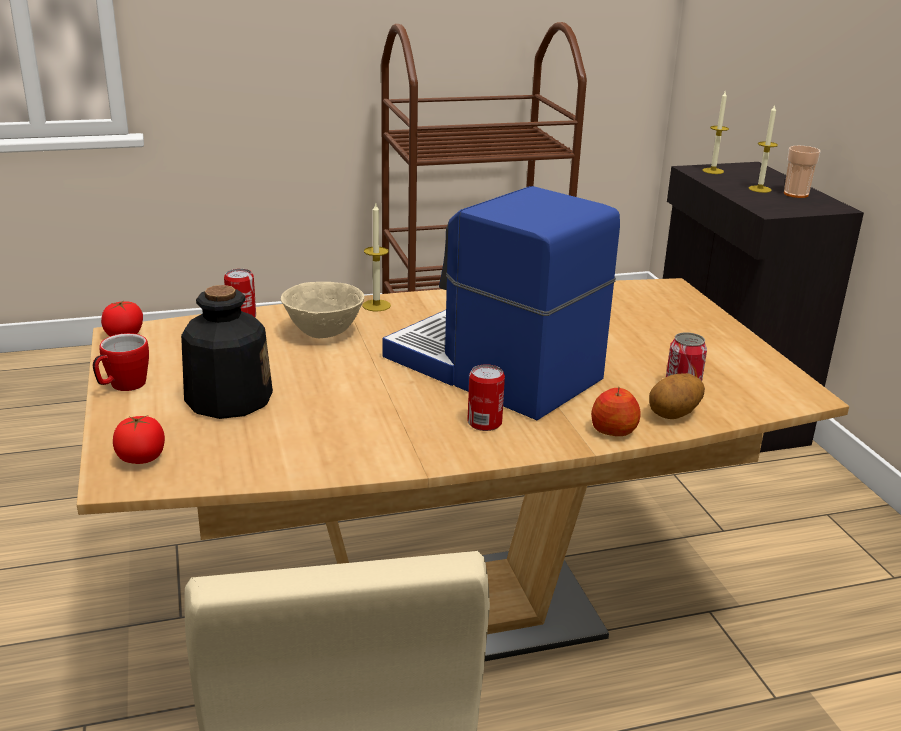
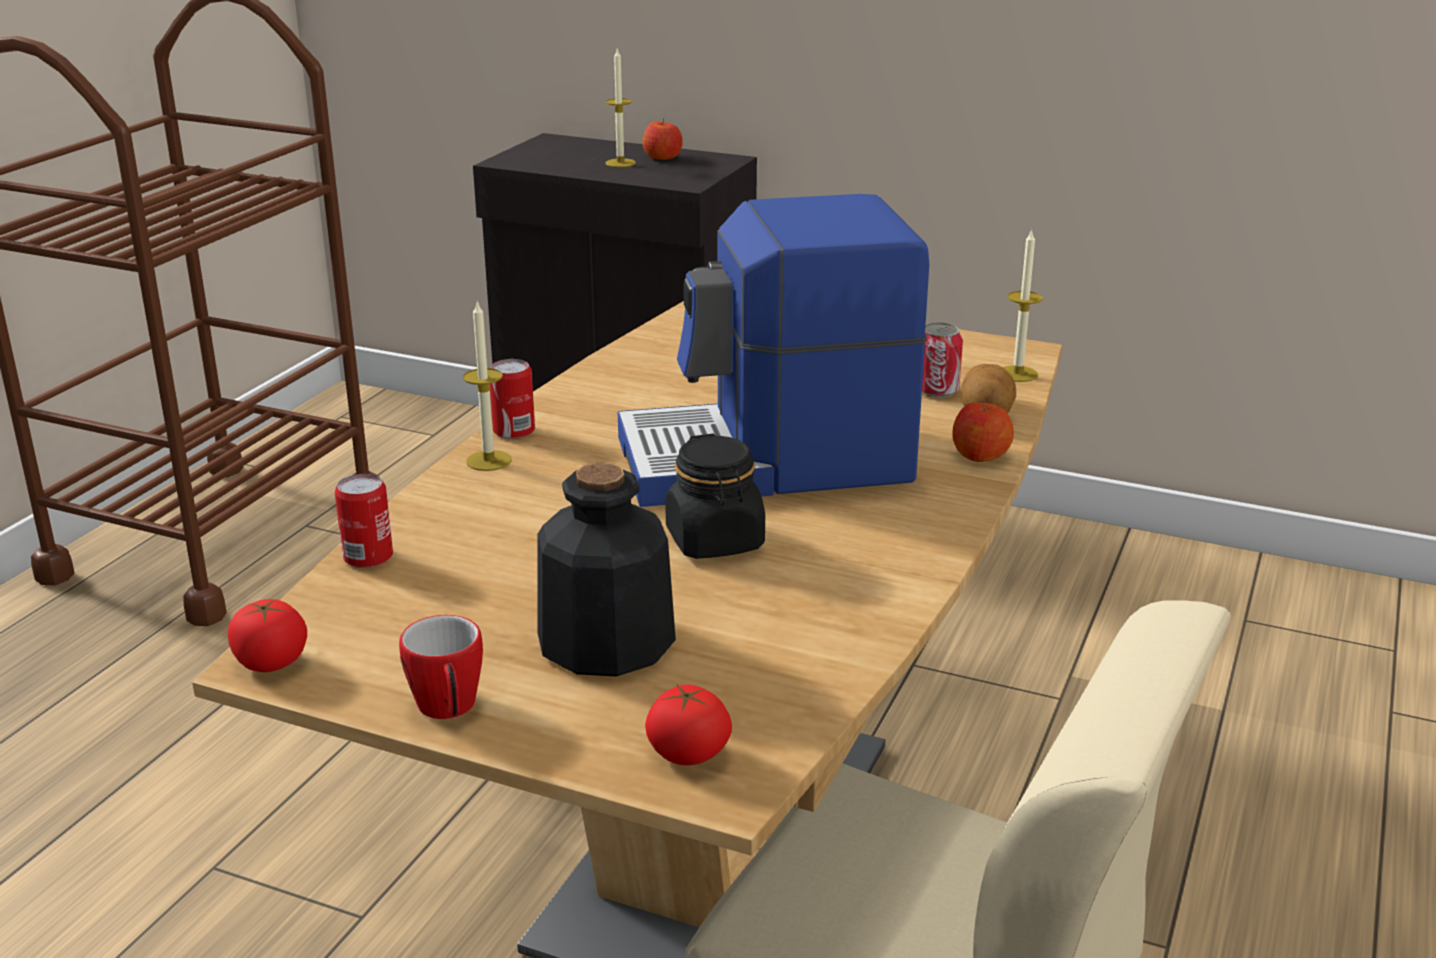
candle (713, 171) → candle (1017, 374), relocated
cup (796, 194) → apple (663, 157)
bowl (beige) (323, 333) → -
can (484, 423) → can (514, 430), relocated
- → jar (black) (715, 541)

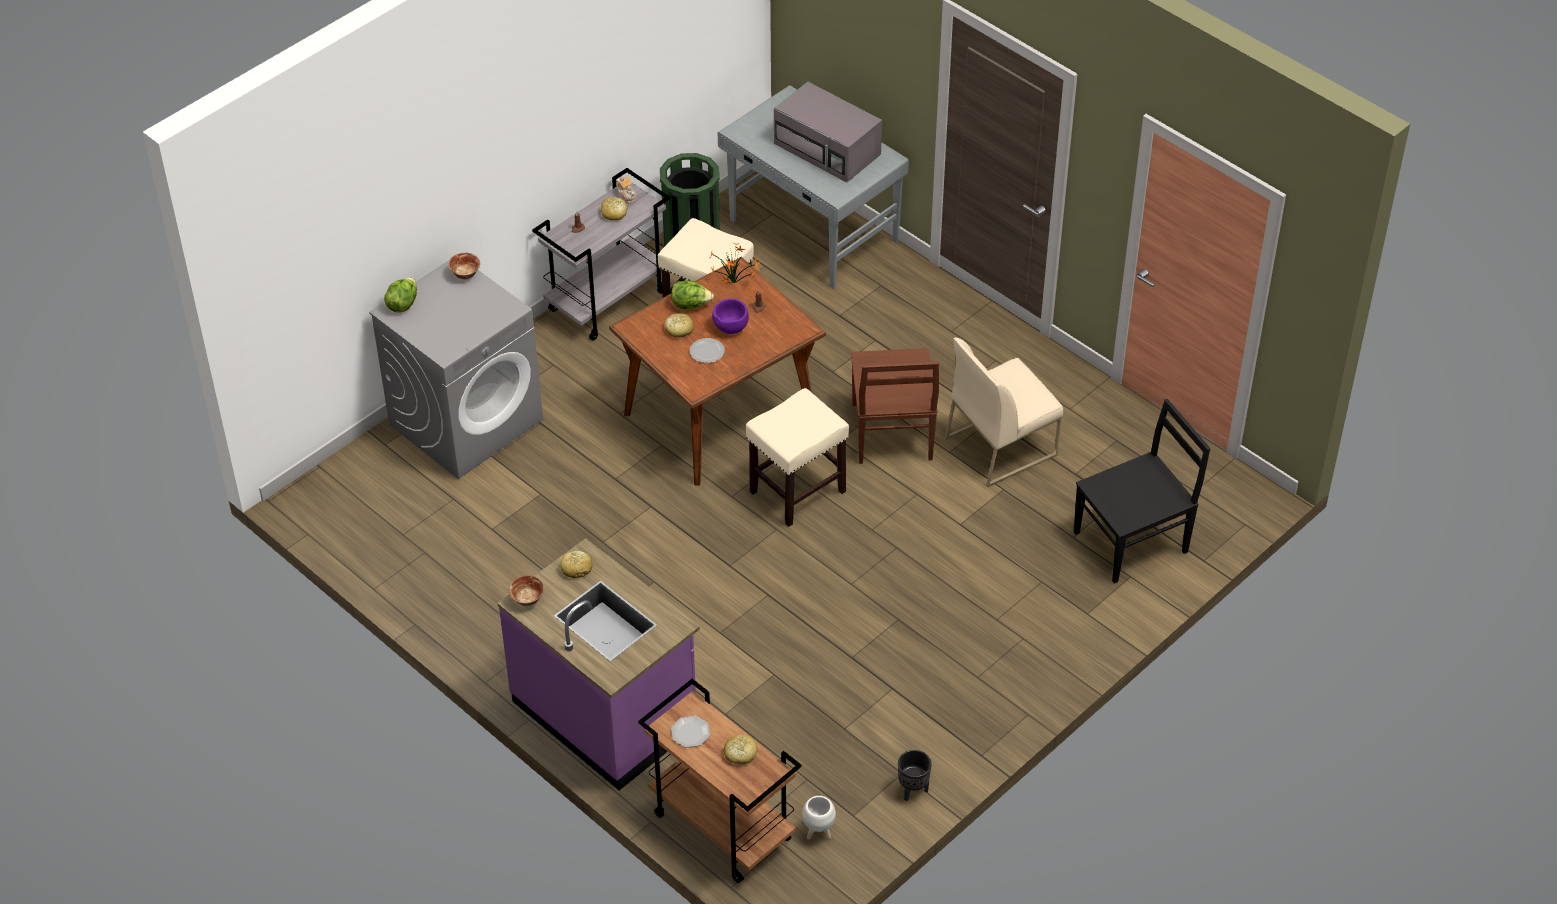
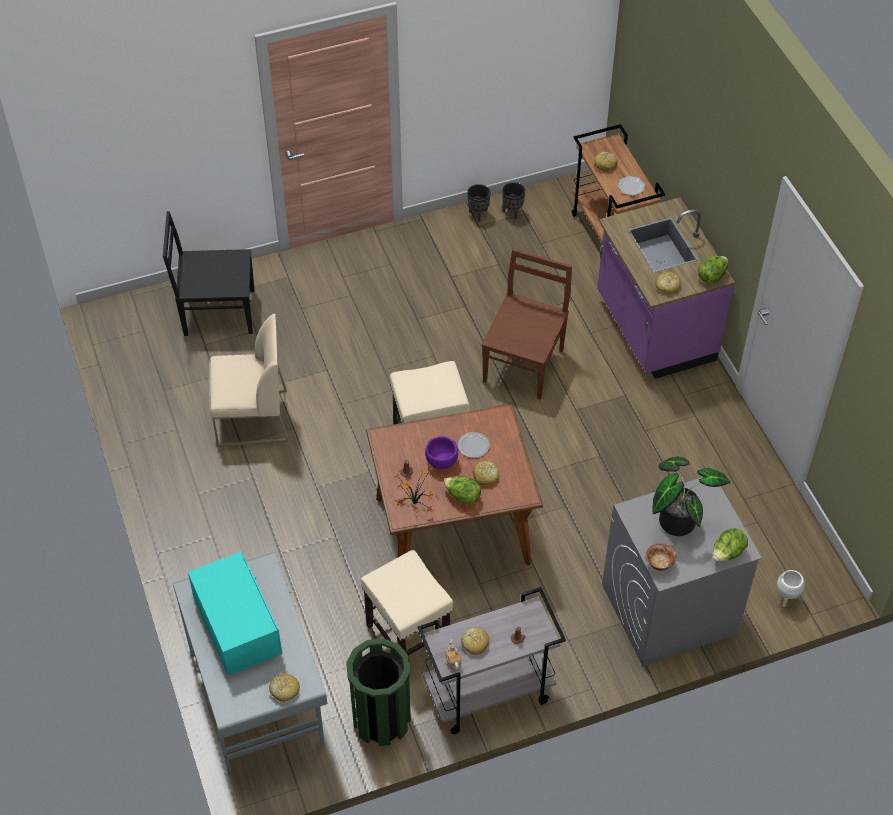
microwave (grey) (828, 149) → microwave (turquoise) (236, 624)
chair (brown) (891, 433) → chair (brown) (524, 363), relocated
bowl (528, 600) → lettuce (712, 276)
planter (white) (818, 833) → planter (white) (786, 598), relocated
- → planter (black) (513, 212)
- → potted plant (677, 517)
- → bread (284, 690)

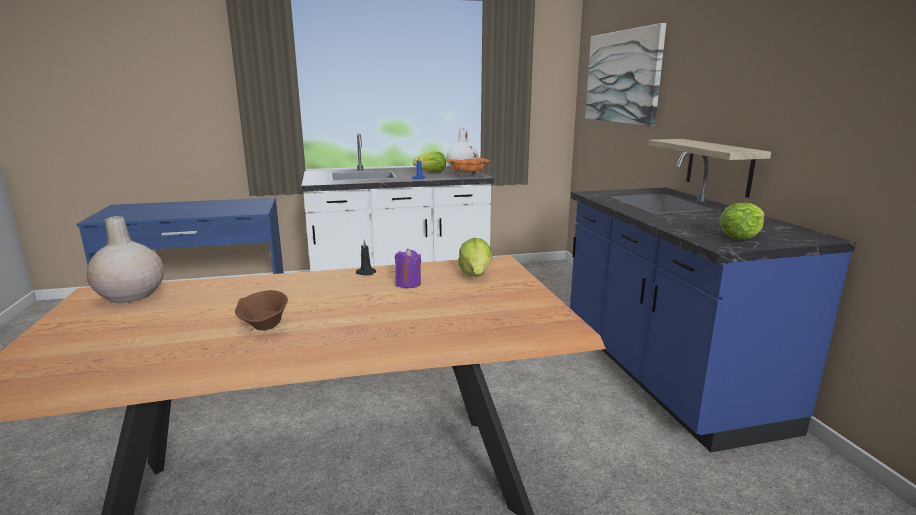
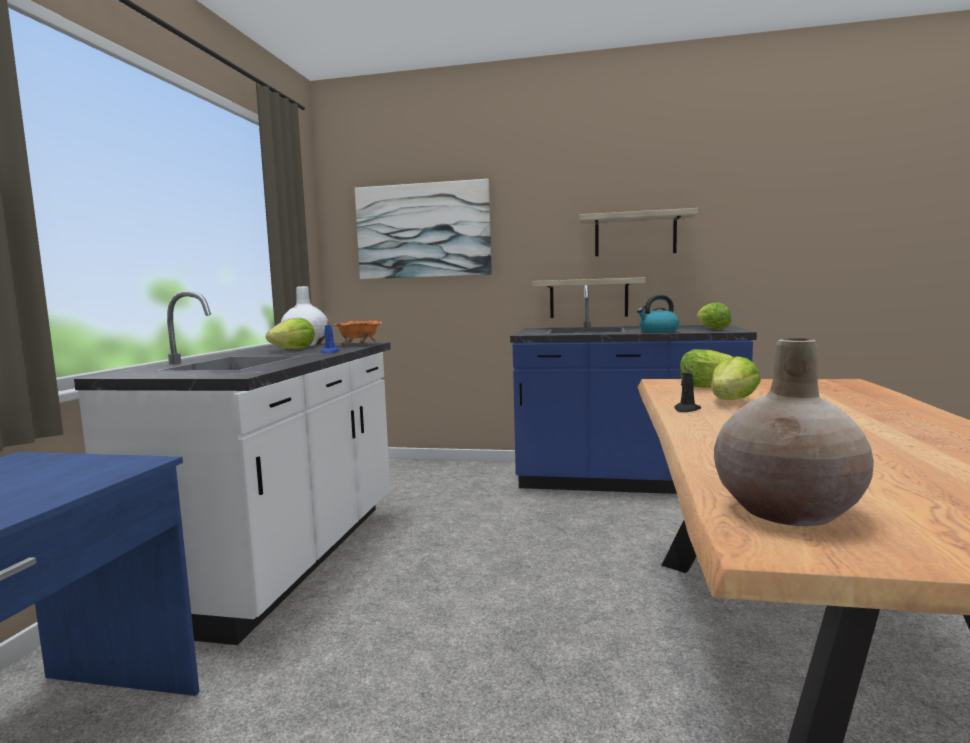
candle (purple) (408, 284) → lettuce (732, 401)
bowl (brown) (265, 326) → -
- → shelf (635, 235)
- → kettle (658, 331)

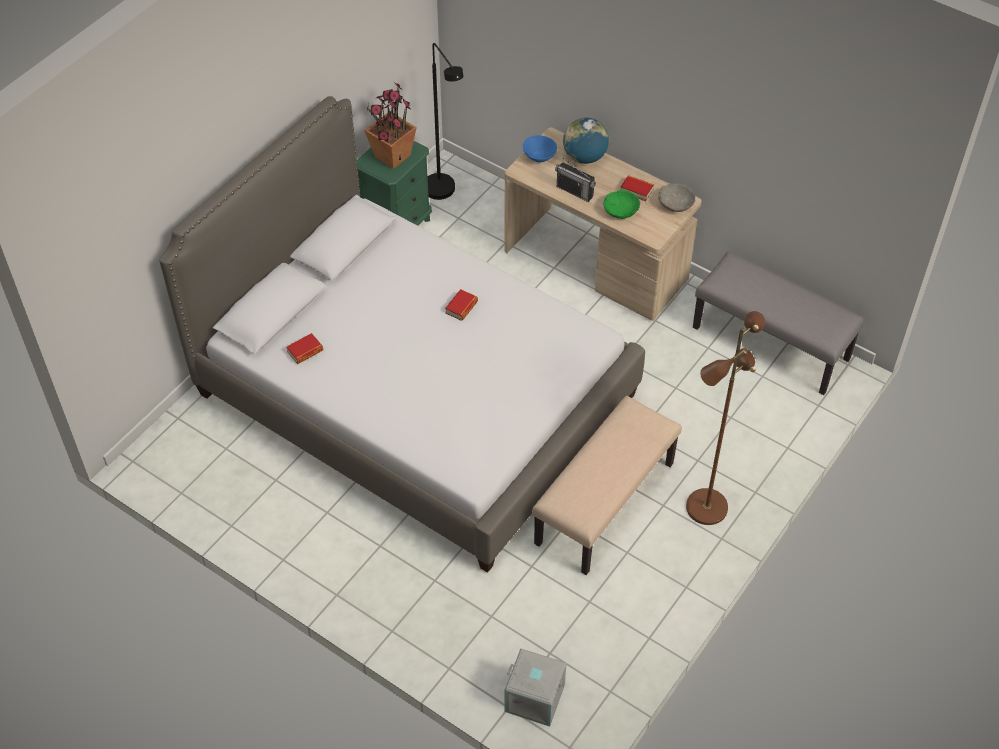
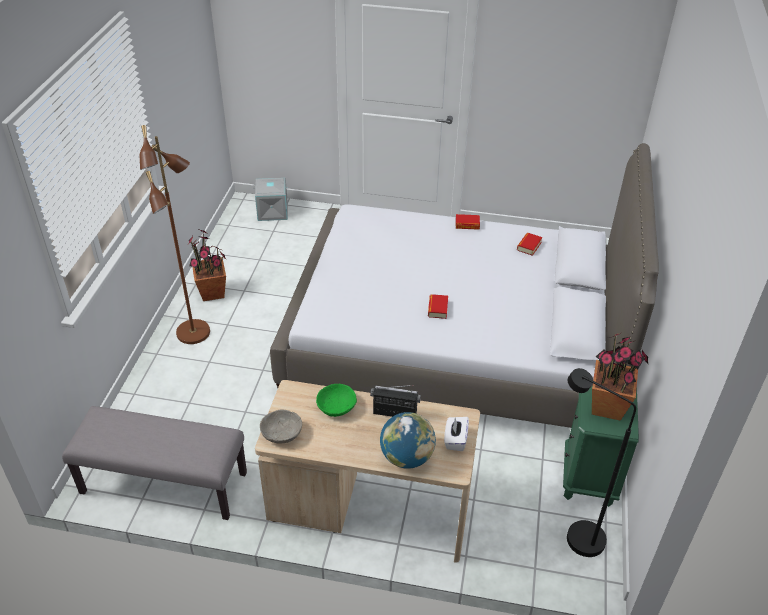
bowl (blue) (539, 157) → tissue box (white) (455, 440)
book (636, 190) → book (467, 224), relocated
bench (beige) (604, 502) → -
- → potted plant (212, 293)

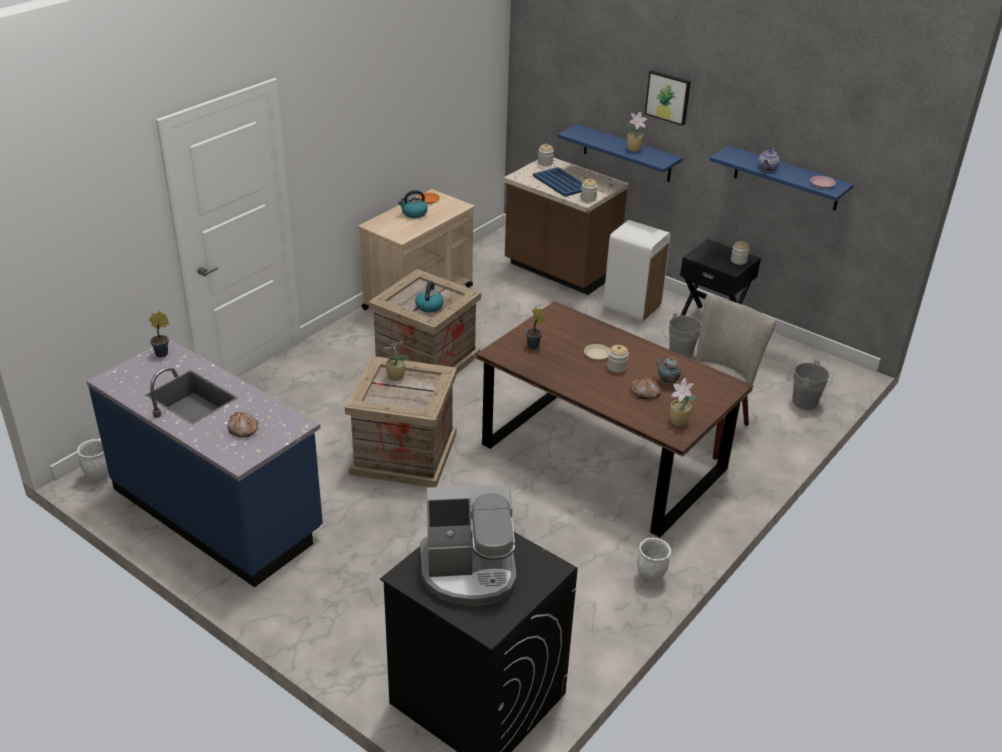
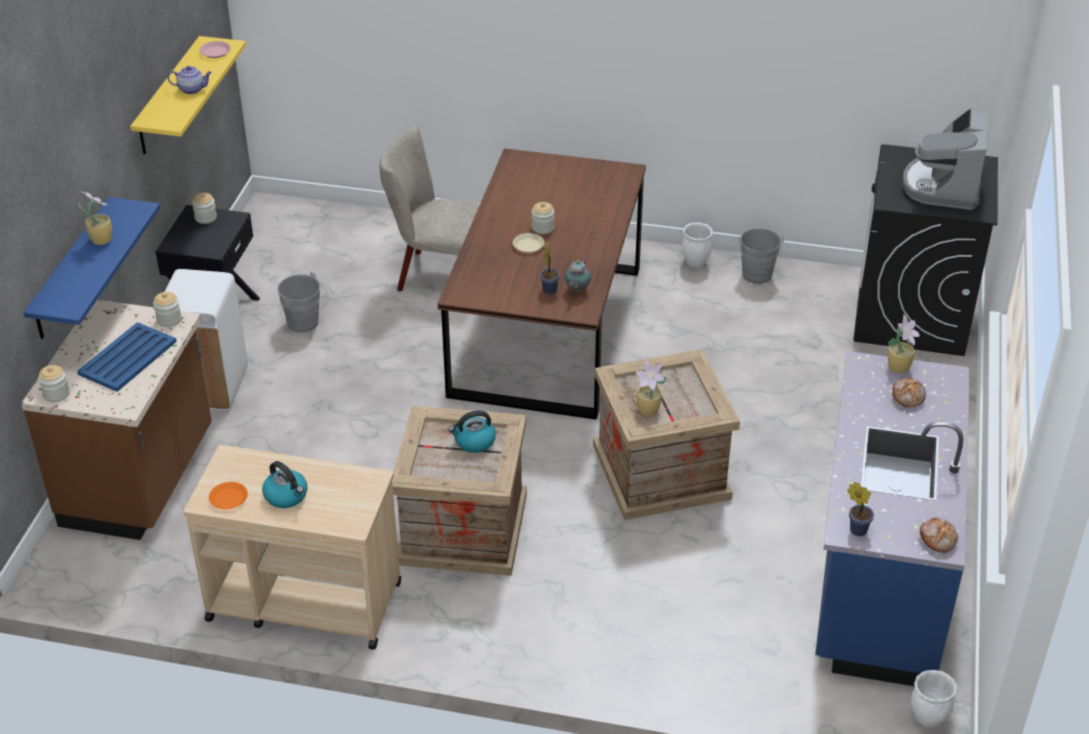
picture (668, 97) → -
shelf (blue) (786, 178) → shelf (yellow) (169, 97)
teapot (667, 382) → teapot (577, 290), relocated
bucket (grey) (801, 401) → bucket (grey) (757, 277), relocated
bread (645, 393) → bread (938, 539), relocated
potted plant (679, 422) → potted plant (899, 367), relocated
coffee machine (469, 572) → coffee machine (943, 186), 135 degrees counterclockwise

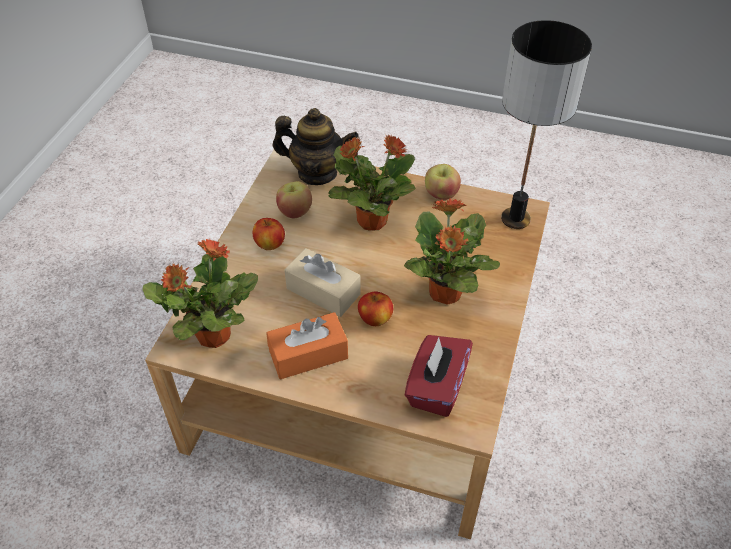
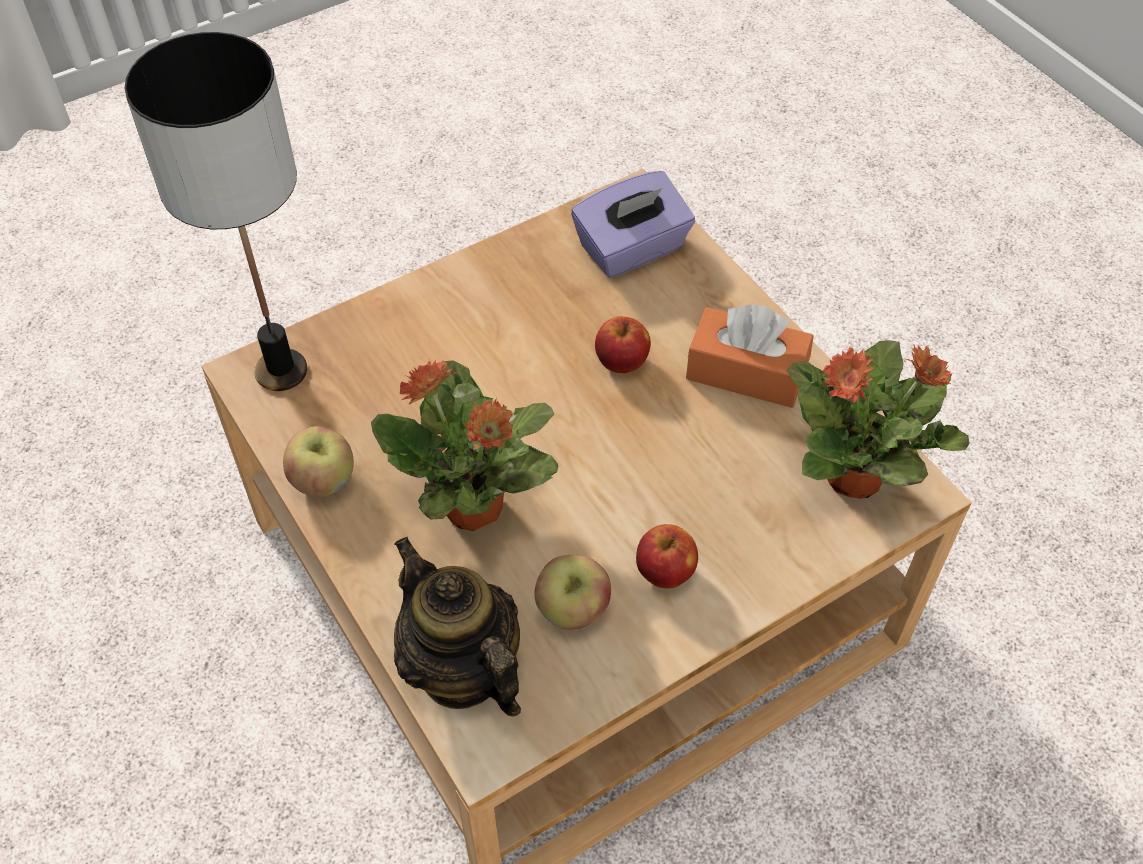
potted plant (445, 294) → -
tissue box (beige) (323, 291) → -
tissue box (red) (436, 387) → tissue box (purple) (632, 249)

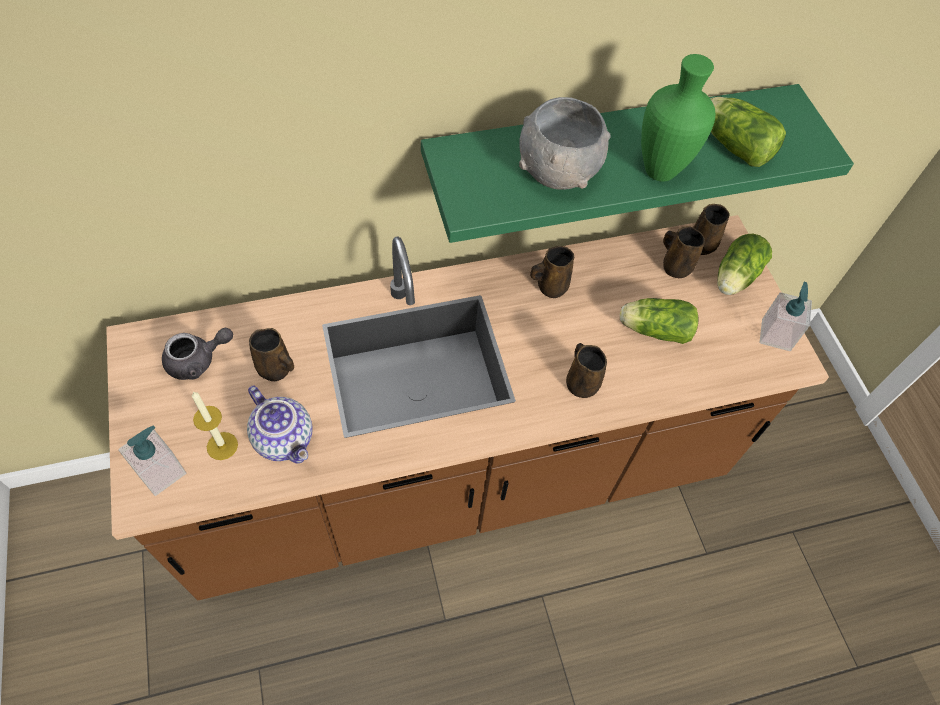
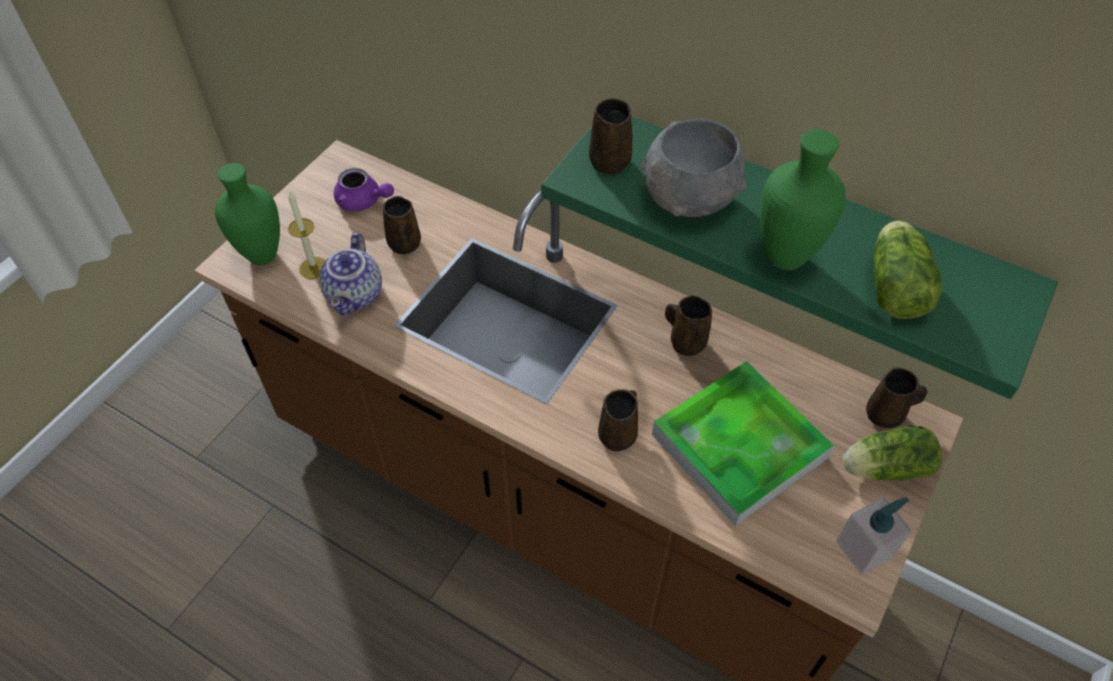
mug (brown) (675, 266) → mug (brown) (610, 160), relocated
lettuce (653, 329) → tray (739, 446)
teapot (grey) (198, 361) → teapot (purple) (363, 202)
soap dispenser (161, 472) → vase (green) (261, 255)

